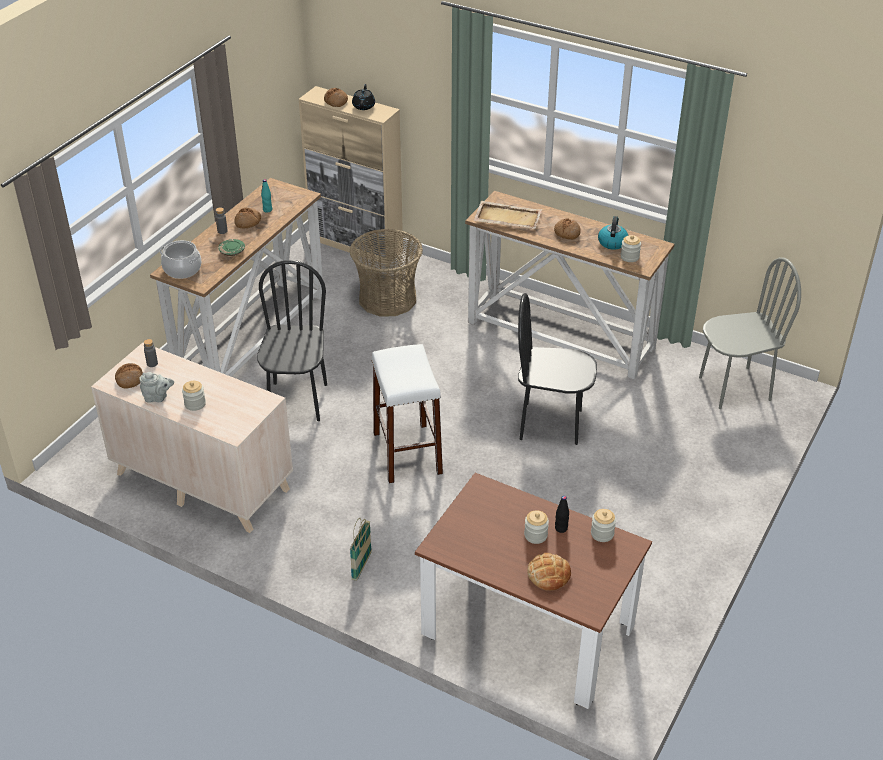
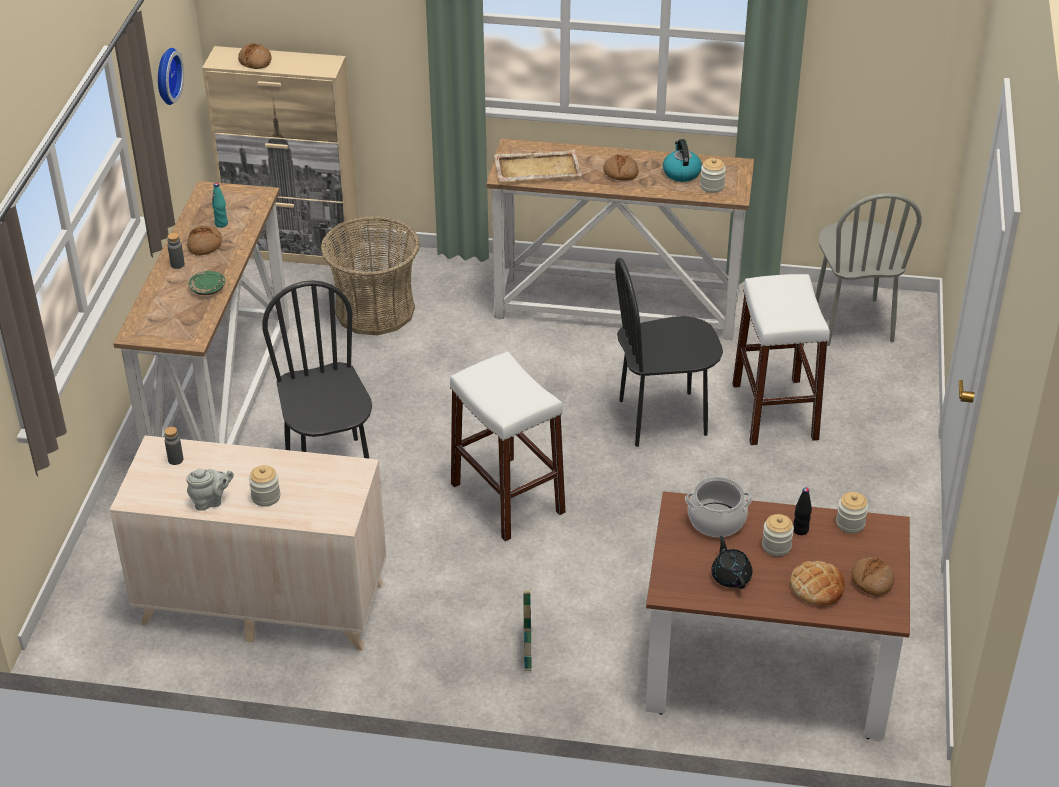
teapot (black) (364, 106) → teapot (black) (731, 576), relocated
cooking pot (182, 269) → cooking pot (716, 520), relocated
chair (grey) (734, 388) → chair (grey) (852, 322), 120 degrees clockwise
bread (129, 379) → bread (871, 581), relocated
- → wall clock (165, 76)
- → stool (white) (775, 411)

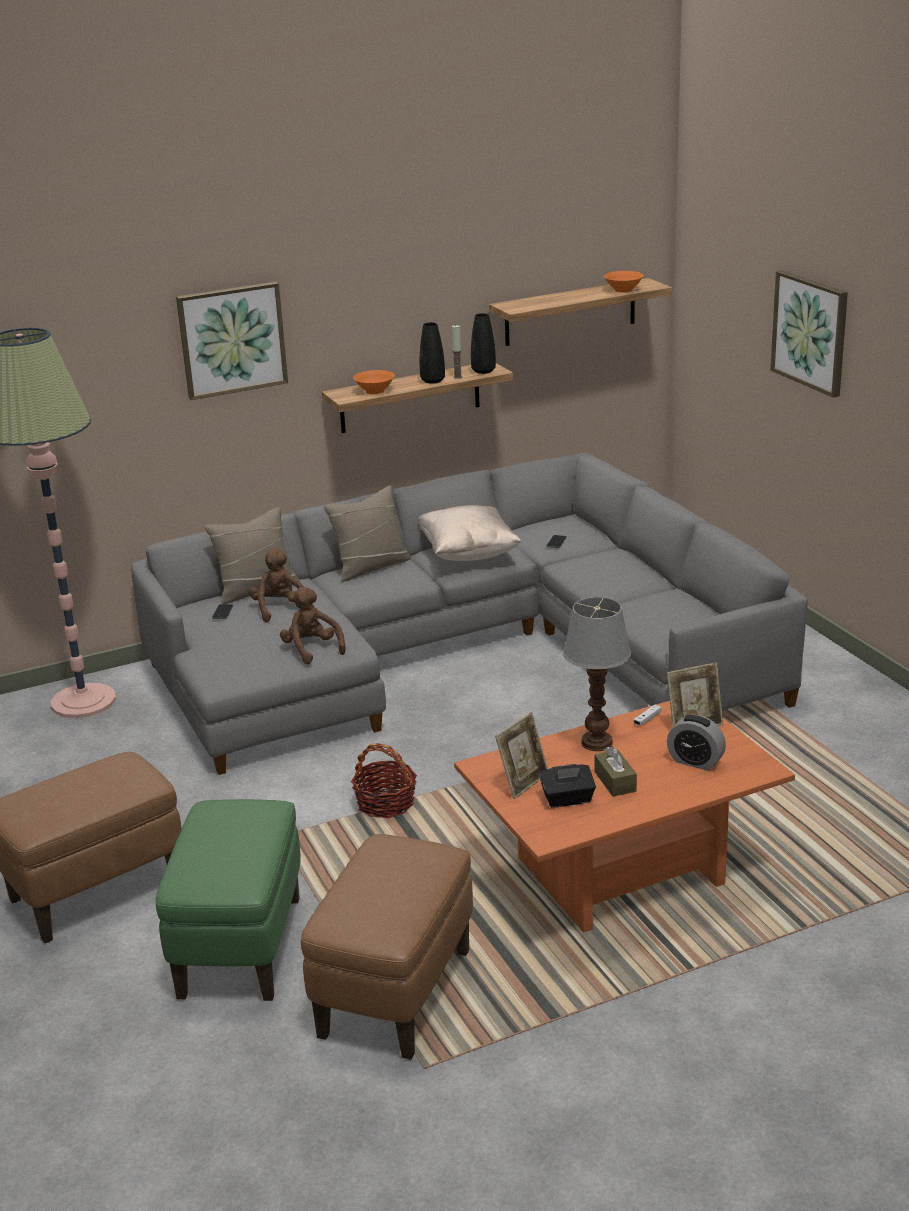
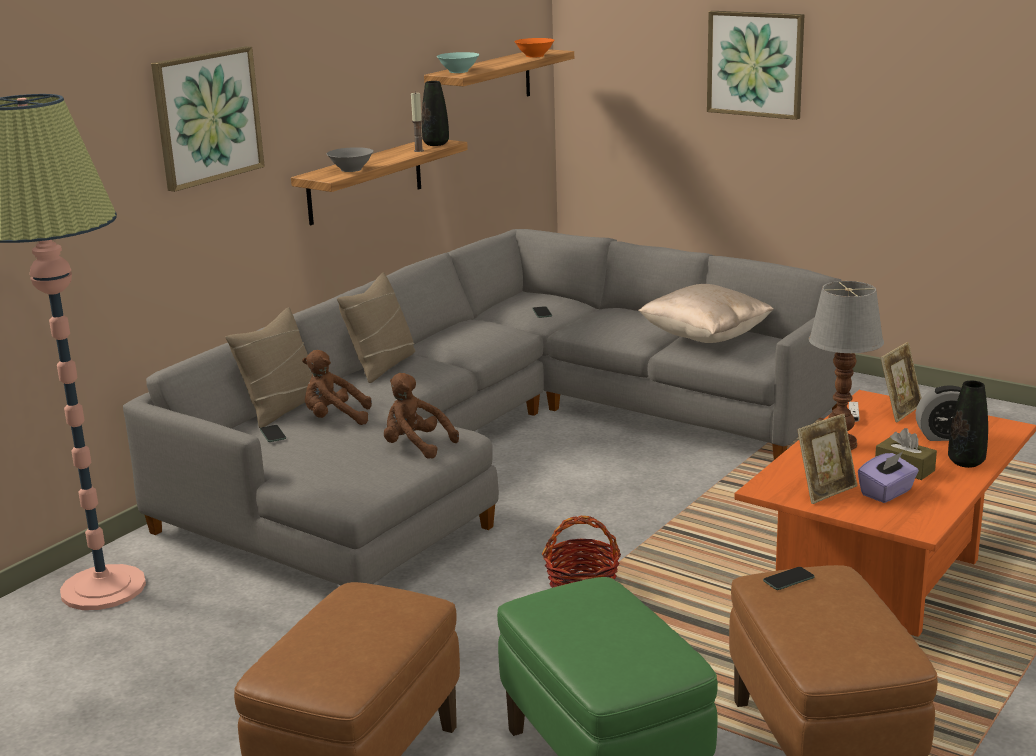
vase (black) (432, 381) → vase (black) (966, 462), relocated
bowl (orange) (375, 391) → bowl (grey) (351, 169)
pillow (beige) (468, 554) → pillow (beige) (705, 338), relocated
plush toy (brown) (279, 609) → plush toy (brown) (335, 419), 45 degrees counterclockwise
picture frame (523, 782) → picture frame (826, 491), 45 degrees clockwise
tissue box (black) (567, 799) → tissue box (purple) (887, 493)
- → bowl (turquoise) (458, 71)
- → phone (788, 579)

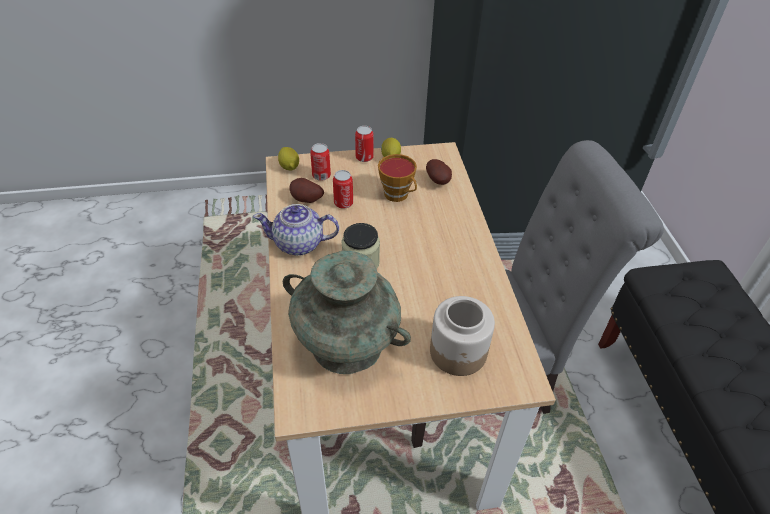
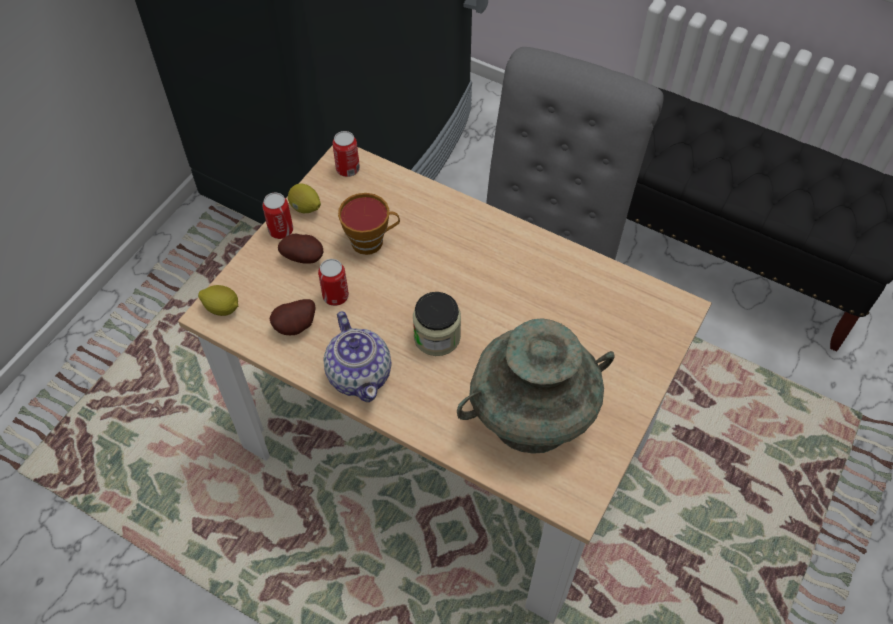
can (321, 176) → can (348, 169), relocated
potato (439, 181) → potato (304, 257), relocated
teapot (299, 244) → teapot (360, 374), 60 degrees counterclockwise
jar (458, 352) → -

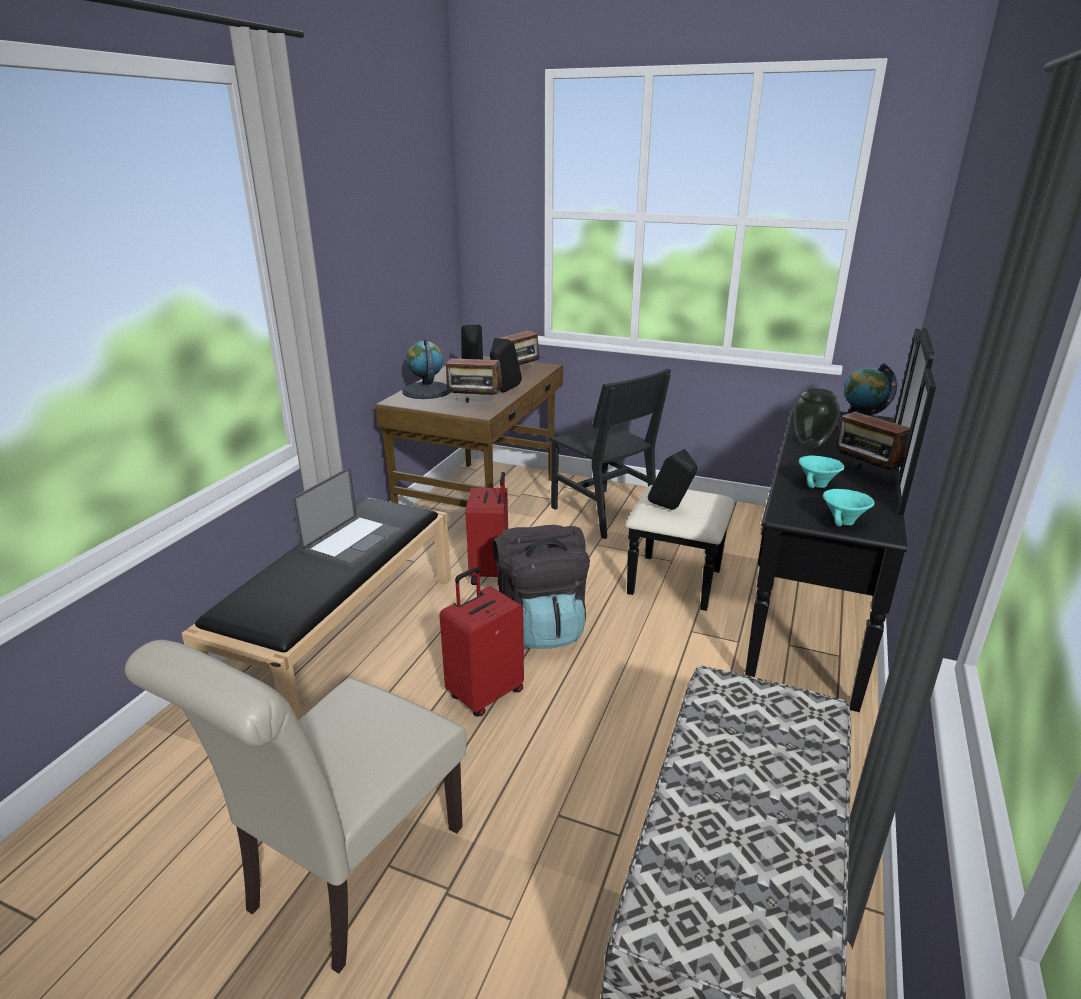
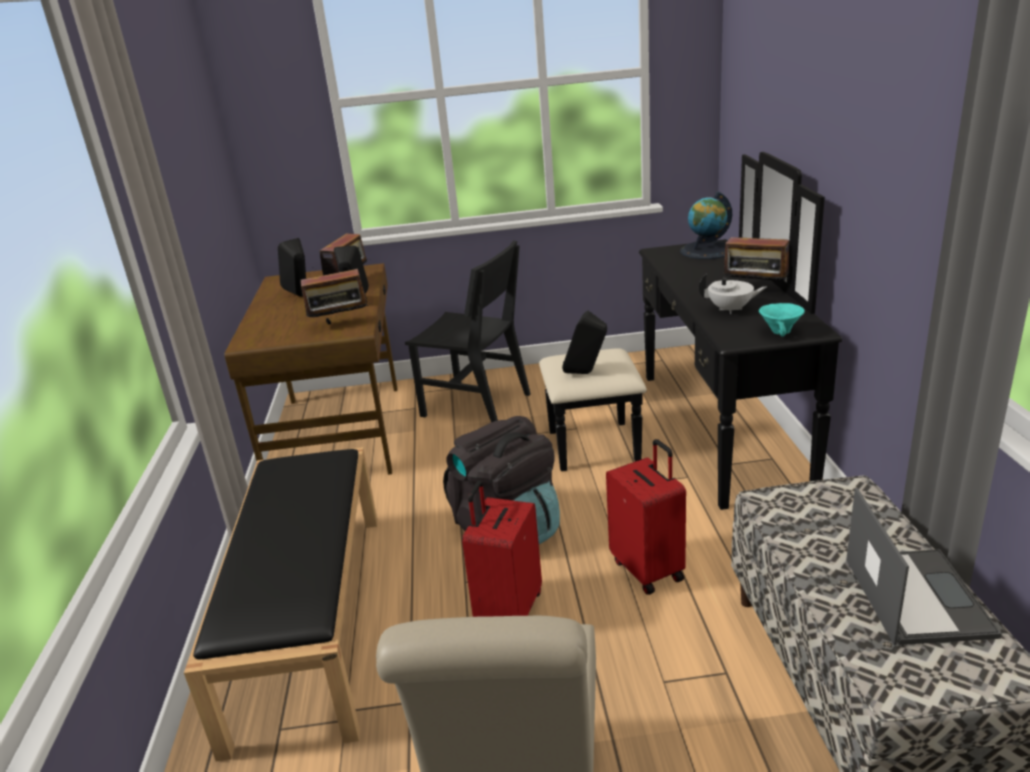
globe (426, 391) → -
vase (811, 444) → -
bowl (turquoise) (817, 485) → teapot (white) (730, 310)
laptop (354, 541) → laptop (915, 595), relocated
suitcase (red) (491, 572) → suitcase (red) (649, 569), relocated

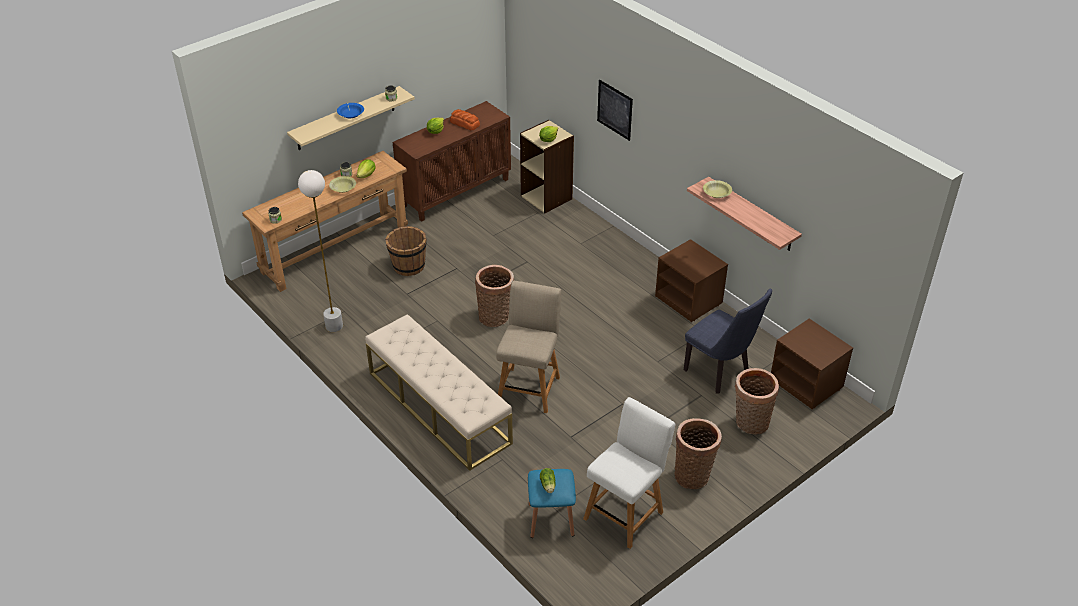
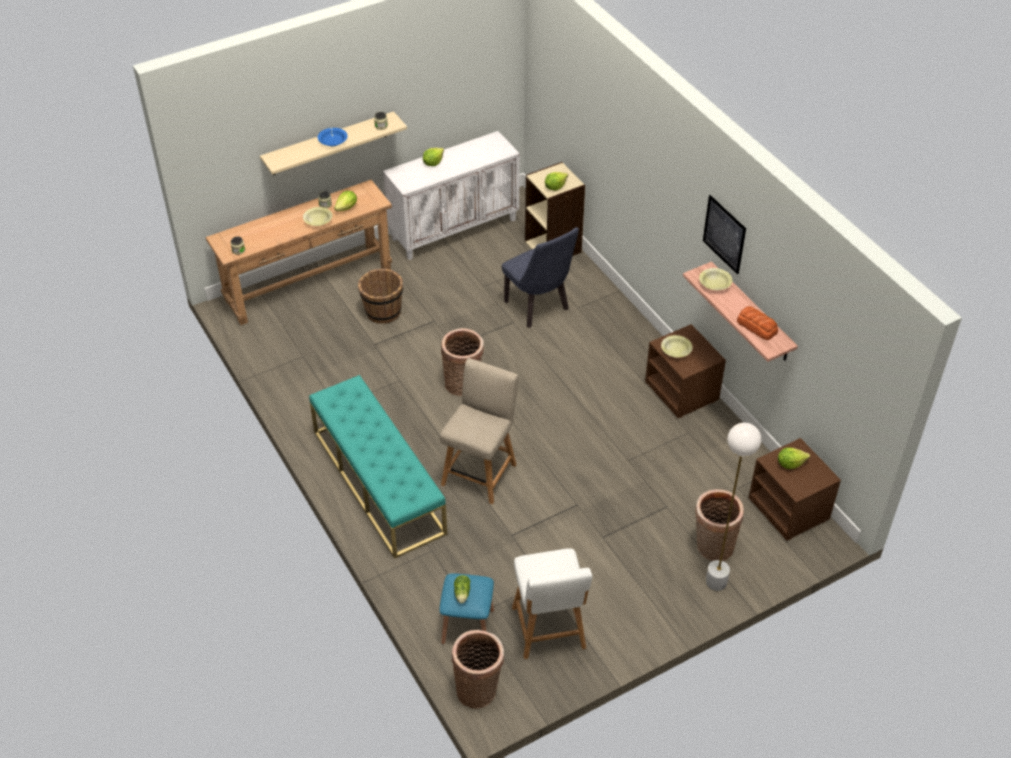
picture (615, 110) → picture (724, 234), relocated
cabinet (brown) (456, 192) → cabinet (white) (454, 228)
bread (464, 123) → bread (756, 326), relocated
floor lamp (white) (334, 326) → floor lamp (white) (716, 582), relocated
chair (blue) (720, 373) → chair (blue) (539, 308), relocated
bench (beige) (438, 407) → bench (turquoise) (378, 481)
chair (white) (625, 513) → chair (white) (549, 631), 120 degrees clockwise
basket (693, 474) → basket (478, 689), relocated
- → bowl (yellow) (676, 350)
- → lettuce (790, 463)

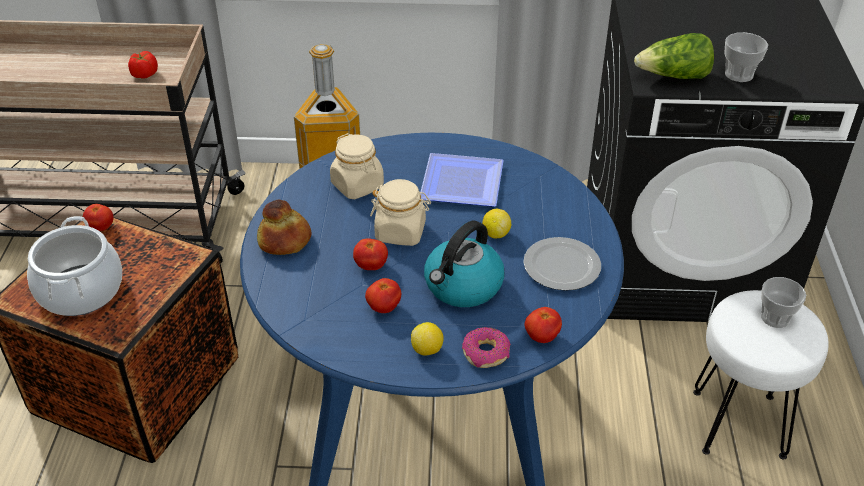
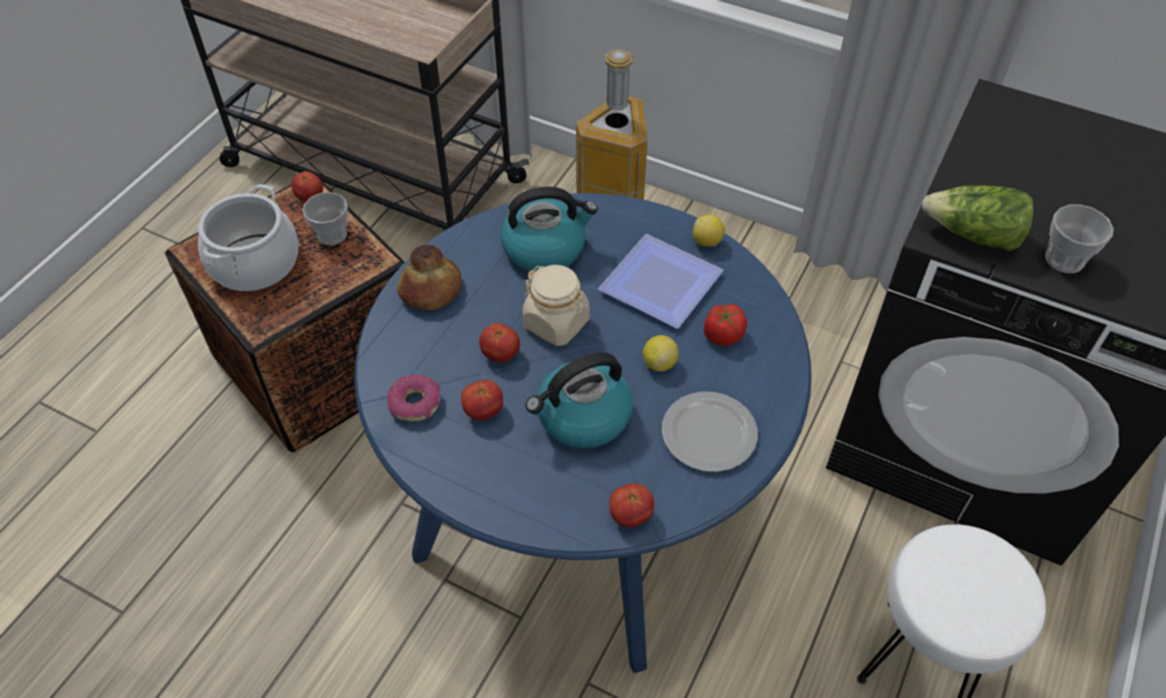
tomato (144, 74) → tomato (723, 335), relocated
jar (beige) (357, 185) → kettle (545, 248)
cup (775, 317) → cup (332, 235), relocated
lemon (427, 350) → lemon (707, 242), relocated
donut (486, 353) → donut (415, 404), relocated

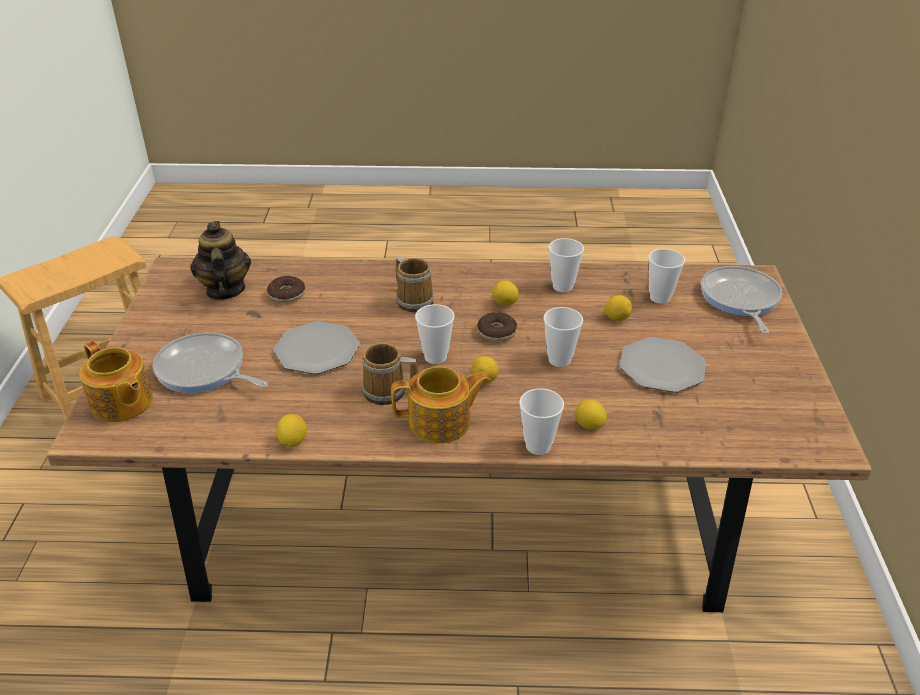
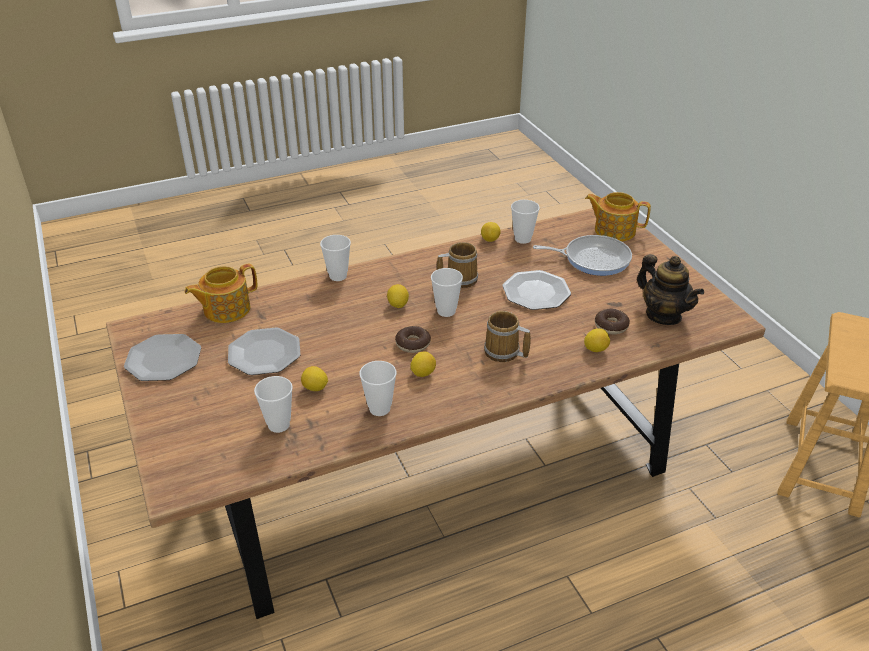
frying pan (739, 299) → -
cup (559, 360) → cup (522, 239), relocated
teapot (441, 422) → teapot (225, 309), relocated
lemon (589, 426) → lemon (595, 349), relocated
- → plate (163, 359)

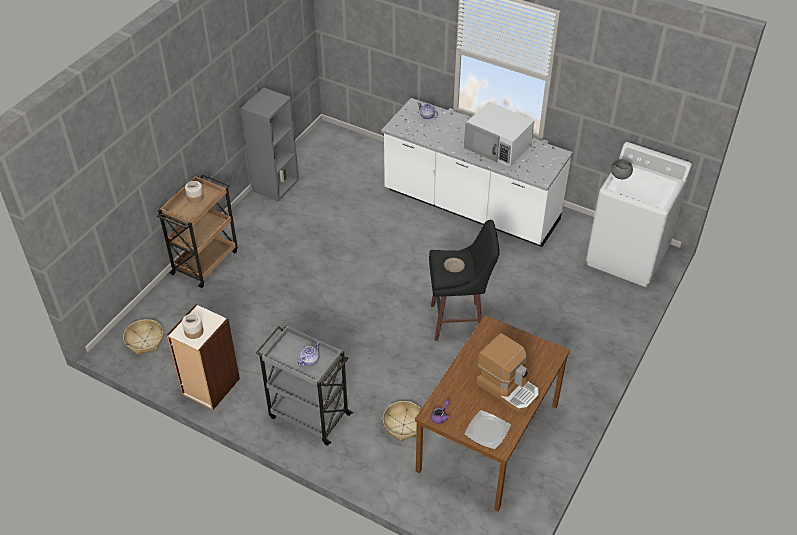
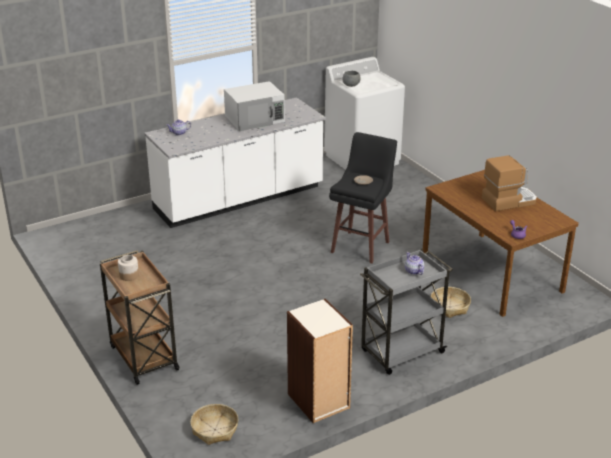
bookcase (grey) (275, 185) → -
jar (194, 332) → -
plate (487, 430) → -

